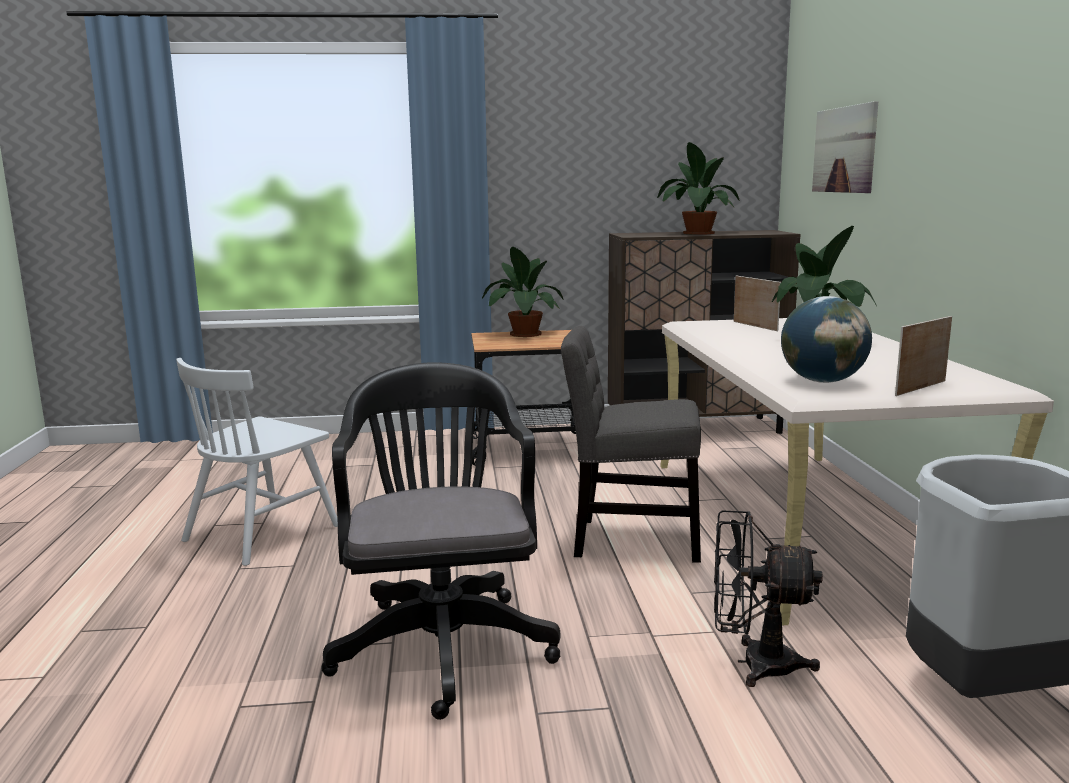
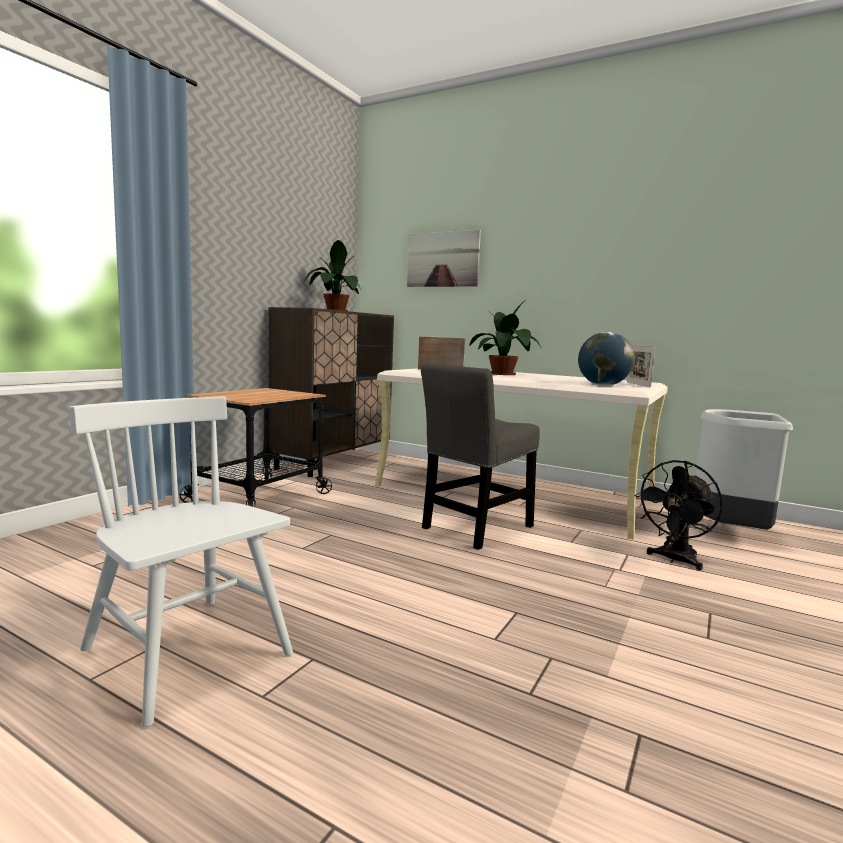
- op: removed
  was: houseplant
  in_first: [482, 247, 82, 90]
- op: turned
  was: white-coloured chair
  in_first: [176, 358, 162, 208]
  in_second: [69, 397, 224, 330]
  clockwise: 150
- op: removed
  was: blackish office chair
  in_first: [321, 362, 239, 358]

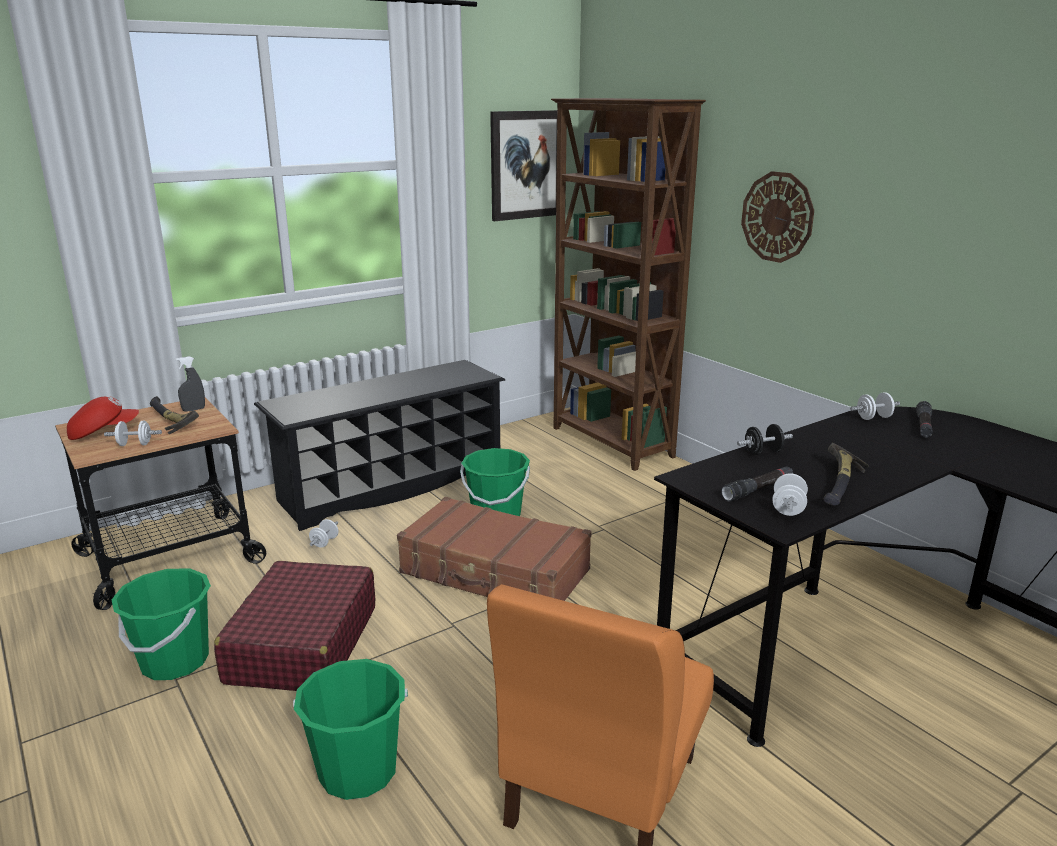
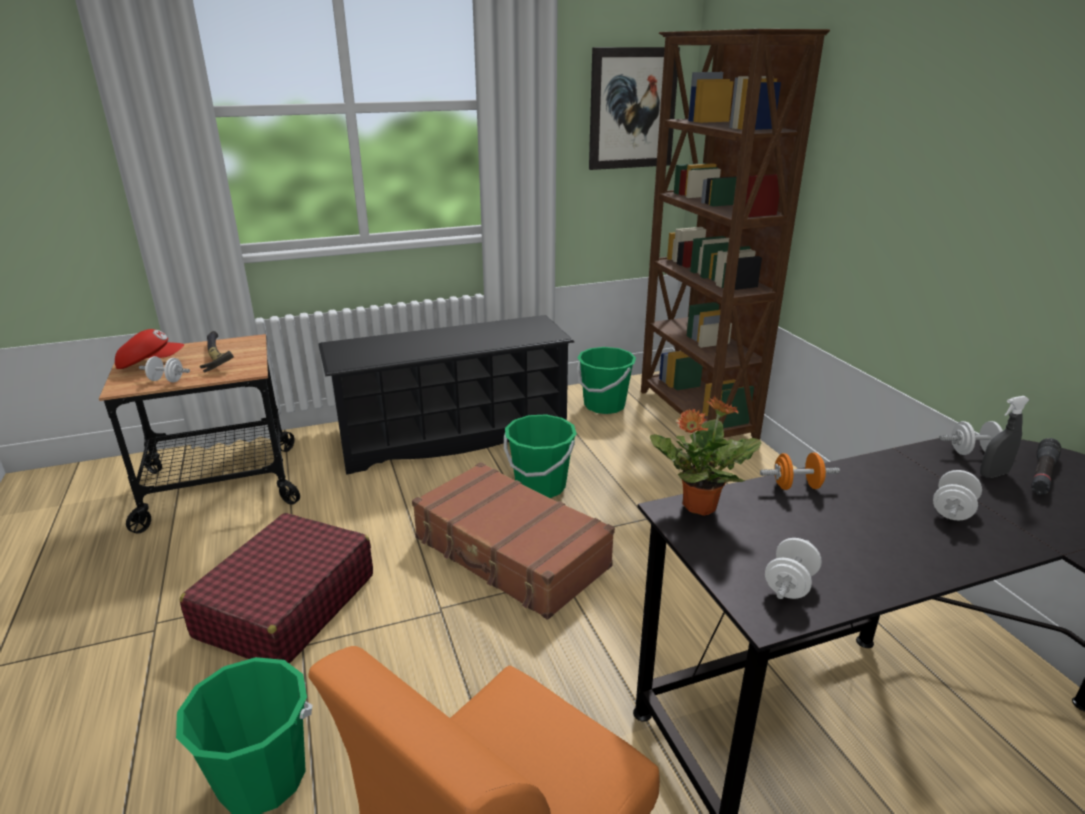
- op: removed
  was: clock on the wall
  in_first: [741, 171, 73, 92]
- op: moved
  was: grey sprayer
  in_first: [176, 356, 29, 56]
  in_second: [980, 396, 49, 82]
- op: recoloured
  was: blackish hand weight
  now: orange hand weight
  in_first: [737, 424, 56, 31]
  in_second: [760, 452, 80, 38]
- op: removed
  was: hammer
  in_first: [823, 443, 46, 62]
- op: removed
  was: blackish flashlight
  in_first: [721, 466, 72, 35]
- op: moved
  was: white-coloured hand weight
  in_first: [309, 519, 29, 29]
  in_second: [933, 470, 49, 50]
- op: moved
  was: green-coloured water bucket
  in_first: [112, 569, 99, 111]
  in_second: [577, 347, 59, 67]
- op: added
  now: houseplant
  in_second: [650, 396, 111, 120]

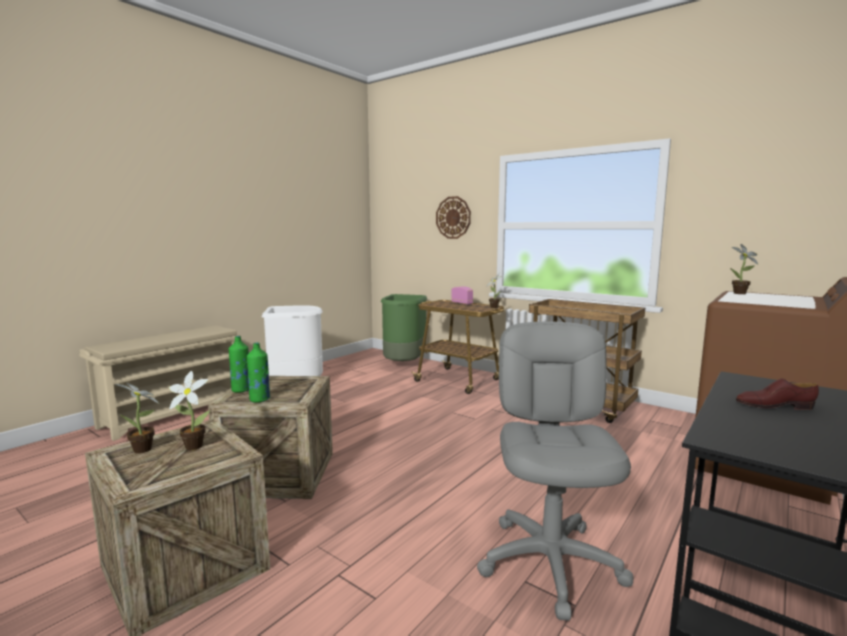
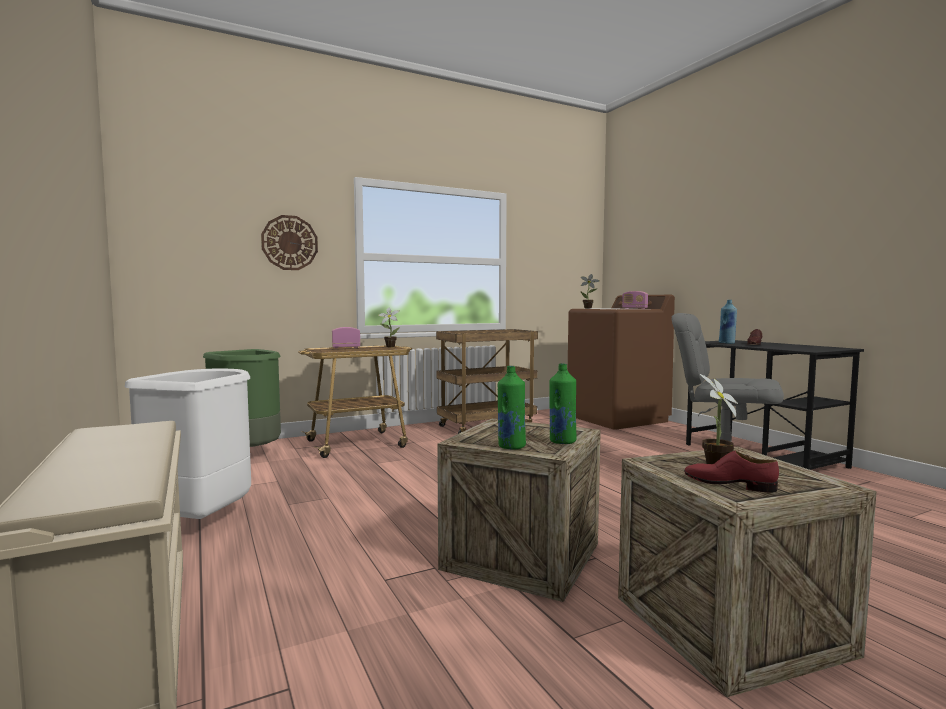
- op: replaced
  was: houseplant
  now: red item of footwear
  in_first: [115, 383, 44, 71]
  in_second: [684, 451, 95, 42]
- op: added
  now: radio set
  in_second: [622, 291, 26, 18]
- op: added
  now: bluish bottle
  in_second: [719, 300, 18, 44]

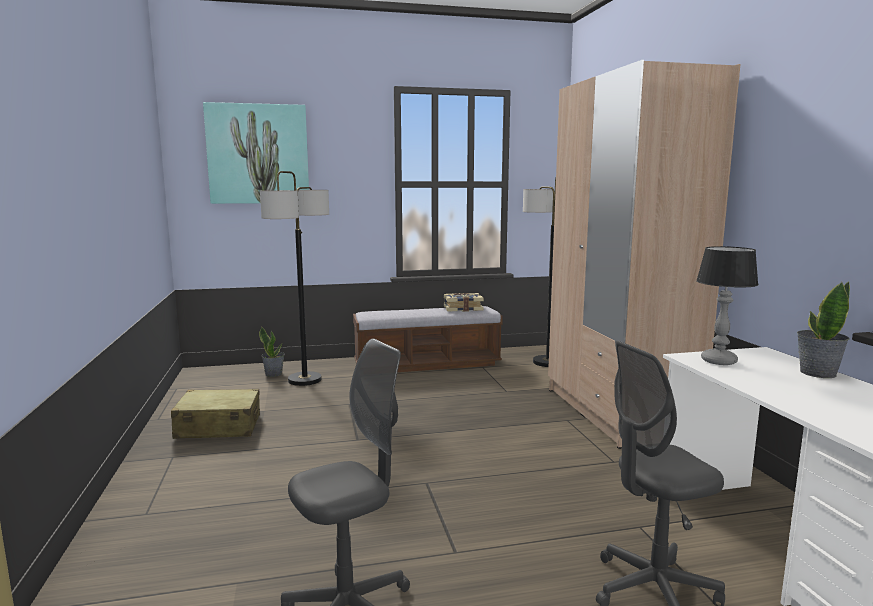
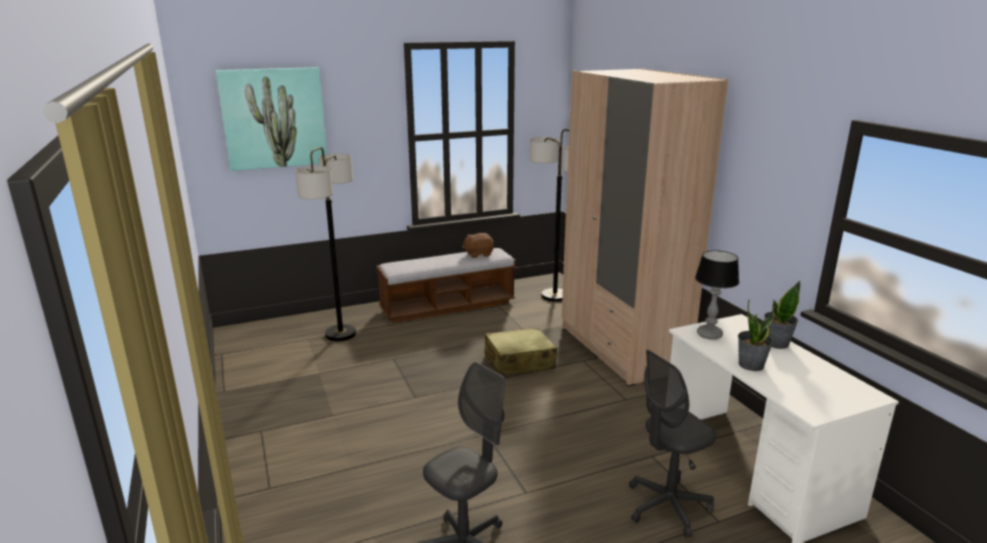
- op: replaced
  was: book
  now: brownish soft toy
  in_first: [444, 293, 40, 19]
  in_second: [462, 233, 32, 25]
- op: moved
  was: houseplant
  in_first: [259, 326, 26, 51]
  in_second: [738, 300, 37, 71]
- op: moved
  was: sand-coloured piece of luggage
  in_first: [171, 389, 89, 50]
  in_second: [485, 328, 72, 48]

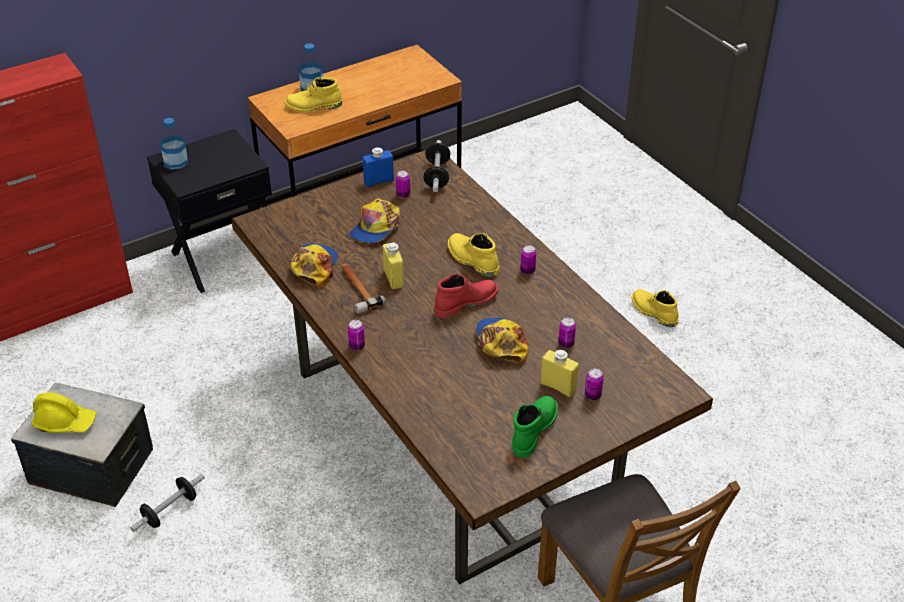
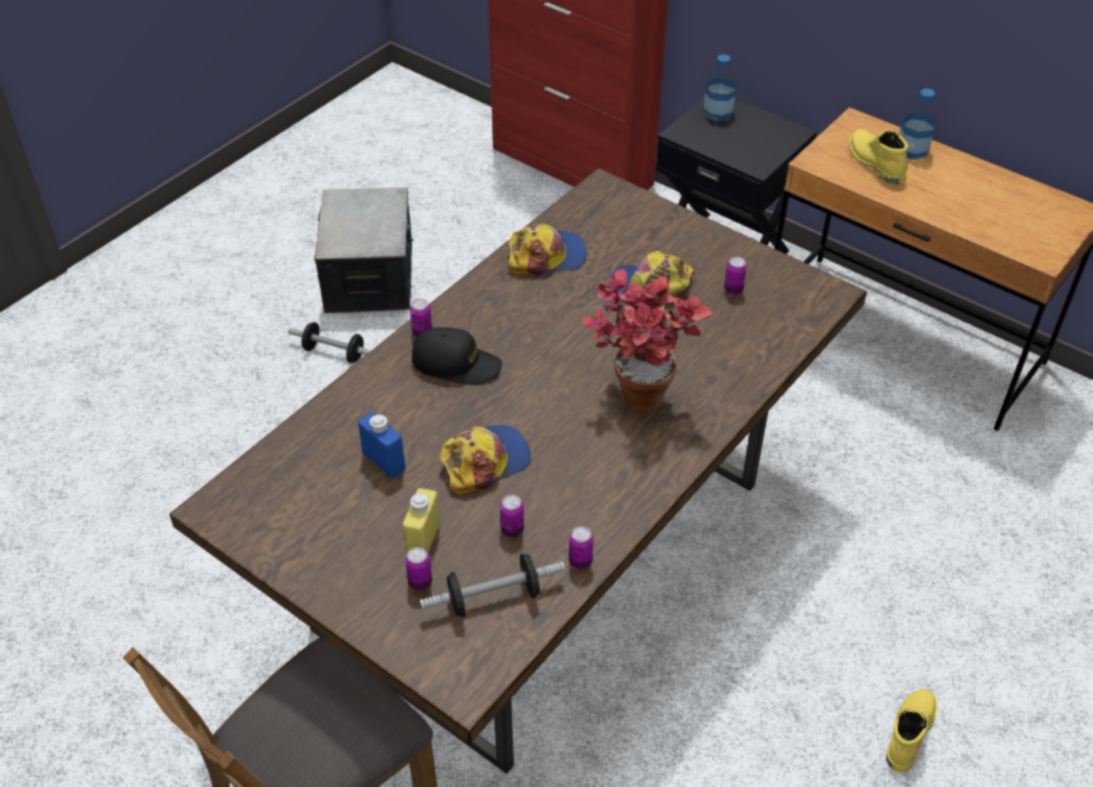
- op: moved
  was: hand weight
  in_first: [423, 140, 27, 52]
  in_second: [420, 553, 145, 65]
- op: moved
  was: bluish bottle
  in_first: [363, 147, 31, 40]
  in_second: [358, 412, 47, 67]
- op: replaced
  was: yellowish tall boot
  now: houseplant
  in_first: [448, 233, 52, 44]
  in_second: [582, 269, 130, 144]
- op: removed
  was: yellowish bottle
  in_first: [383, 242, 21, 47]
- op: moved
  was: sealed can
  in_first: [520, 245, 16, 29]
  in_second: [569, 526, 24, 43]
- op: removed
  was: hammer
  in_first: [341, 264, 45, 50]
- op: removed
  was: red tall boot
  in_first: [435, 274, 64, 44]
- op: removed
  was: yellowish work helmet
  in_first: [32, 393, 64, 40]
- op: removed
  was: green-coloured tall boot
  in_first: [512, 396, 46, 62]
- op: added
  now: blackish cap
  in_second: [412, 327, 90, 58]

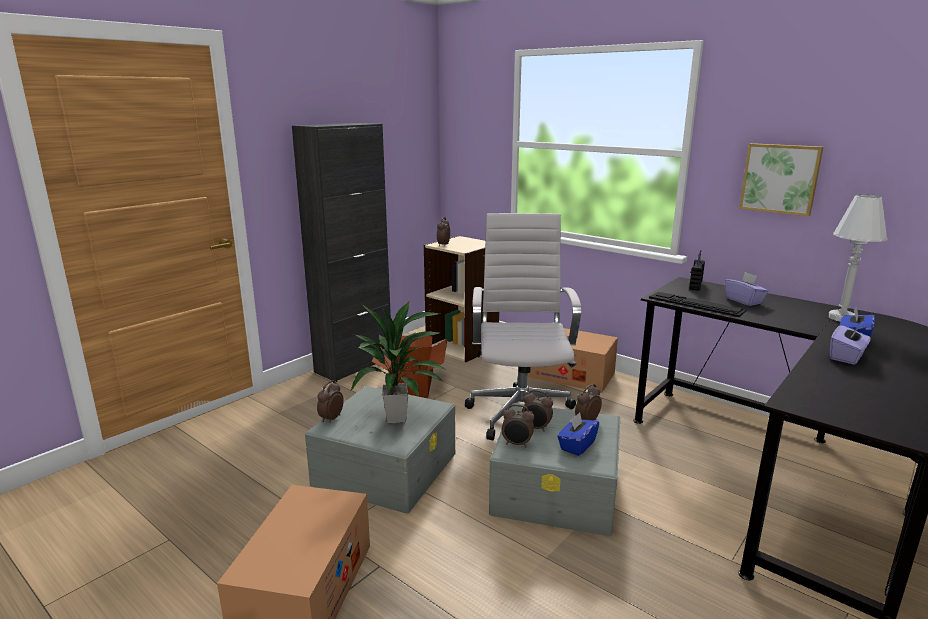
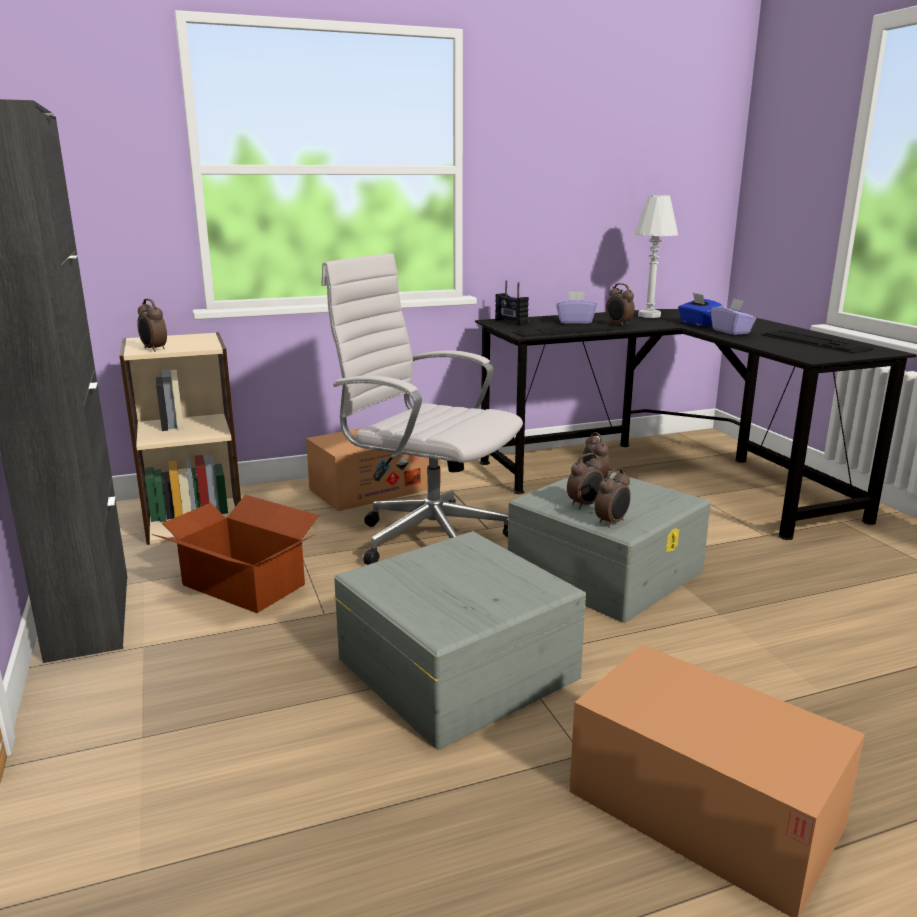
- op: removed
  was: wall picture
  in_first: [739, 143, 84, 73]
- op: removed
  was: houseplant
  in_first: [350, 302, 95, 121]
- op: moved
  was: alarm clock
  in_first: [317, 380, 27, 43]
  in_second: [606, 283, 29, 43]
- op: removed
  was: bluish tissue holder
  in_first: [557, 412, 42, 44]
- op: added
  now: computer keyboard
  in_second: [761, 330, 112, 23]

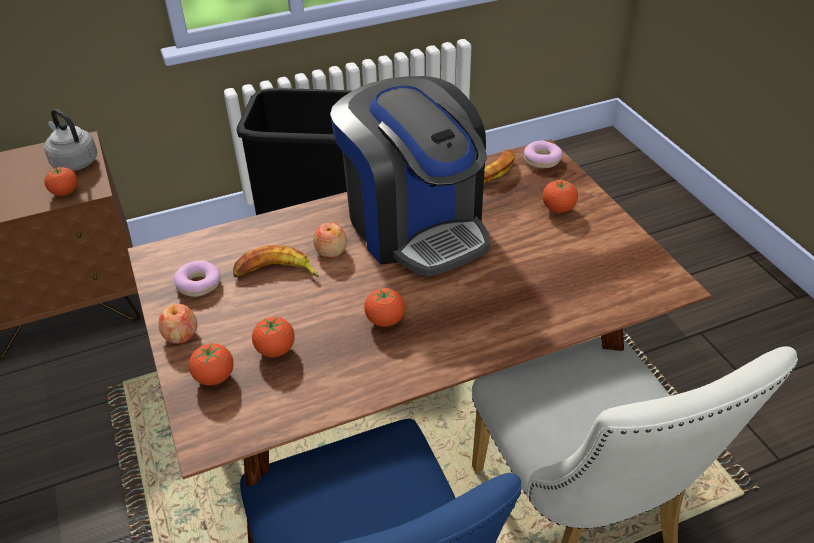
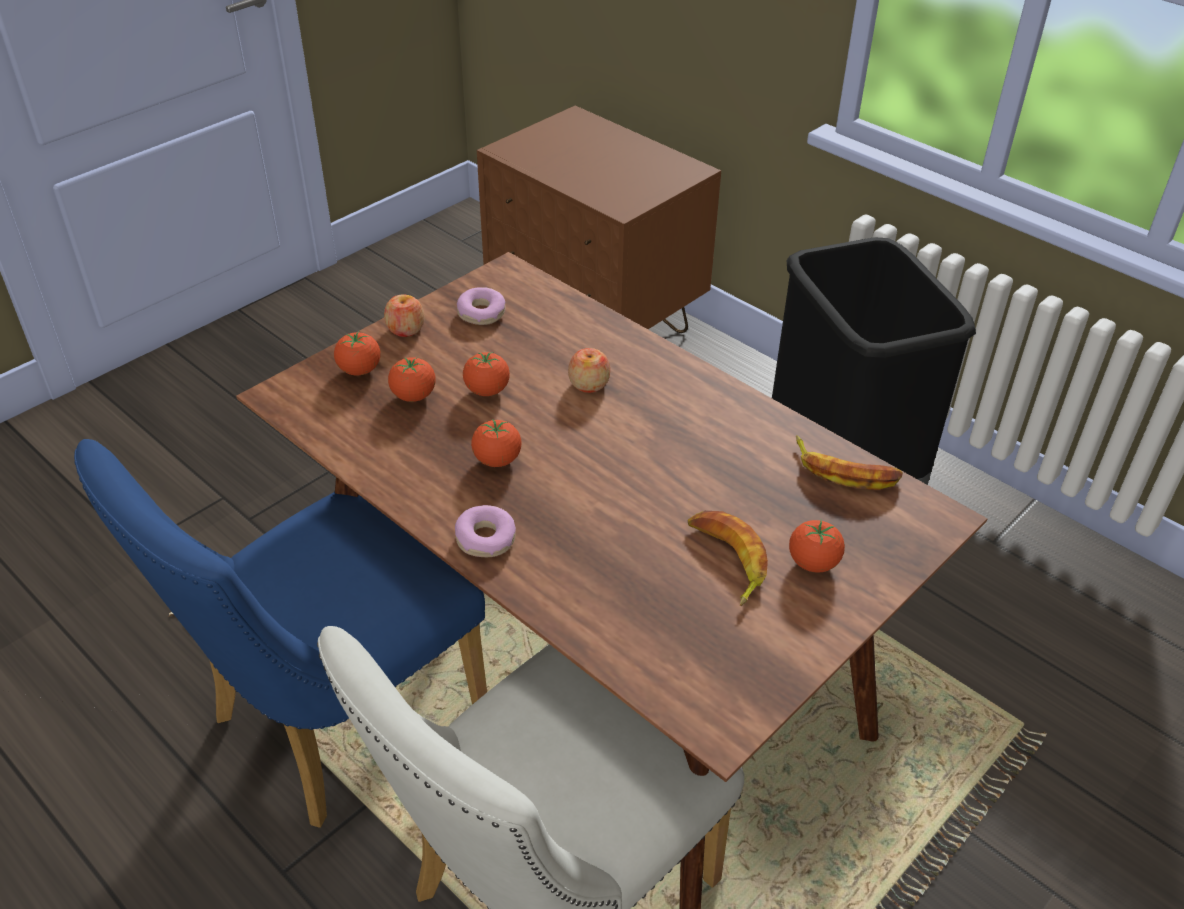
- op: removed
  was: coffee brewer
  in_first: [330, 76, 160, 200]
- op: removed
  was: grey tea kettle
  in_first: [44, 109, 54, 62]
- op: moved
  was: donut
  in_first: [524, 141, 39, 27]
  in_second: [455, 505, 61, 52]
- op: moved
  was: tomato
  in_first: [44, 167, 34, 29]
  in_second: [463, 352, 47, 44]
- op: moved
  was: whole banana
  in_first: [233, 245, 86, 32]
  in_second: [688, 511, 80, 95]

